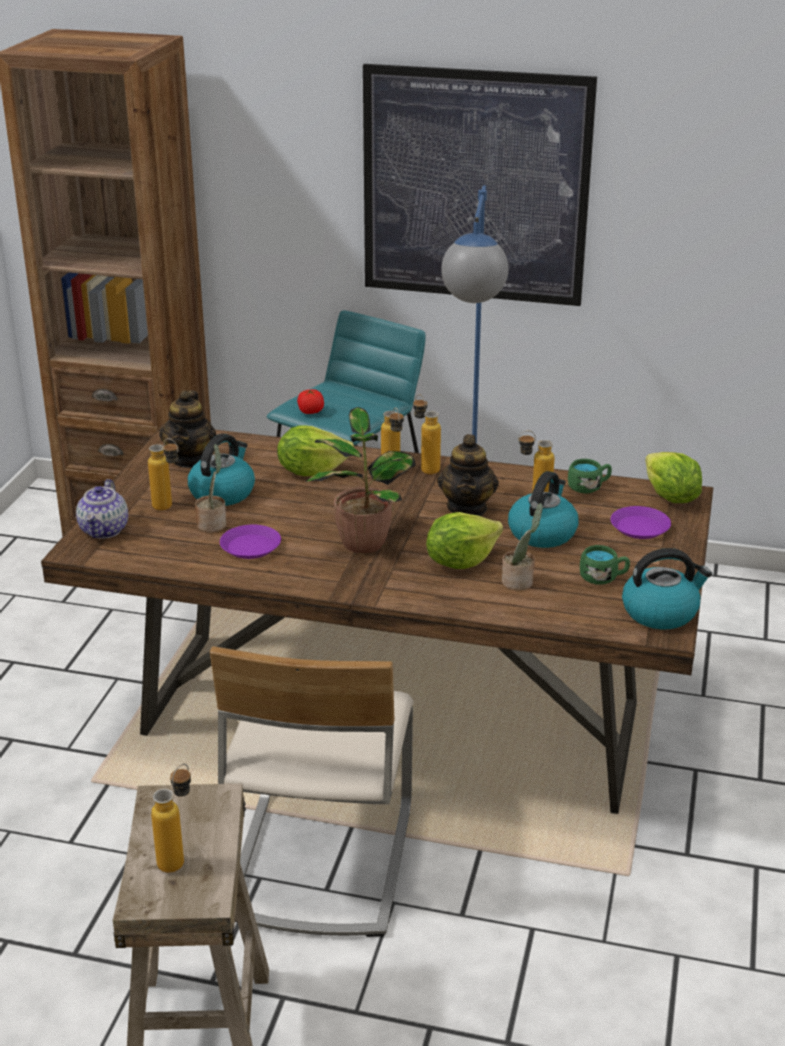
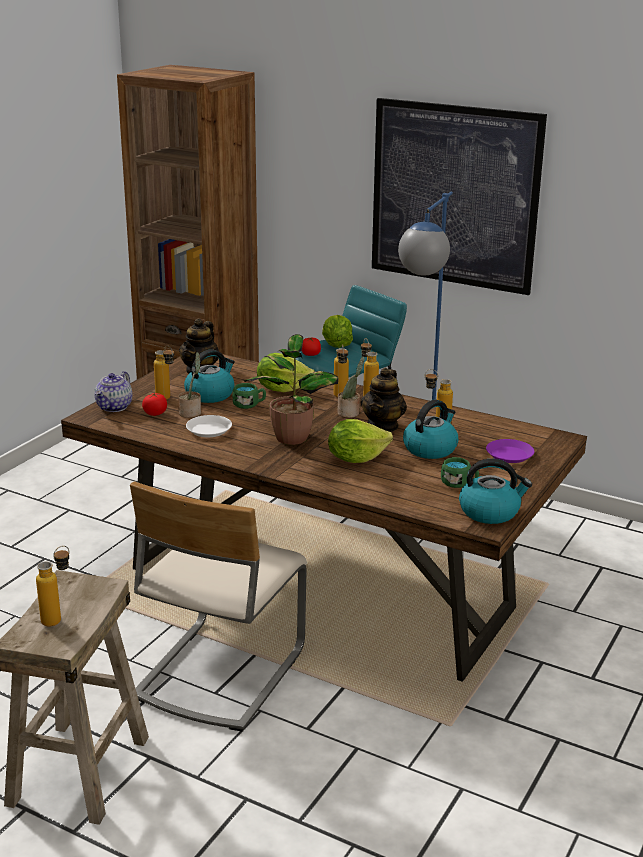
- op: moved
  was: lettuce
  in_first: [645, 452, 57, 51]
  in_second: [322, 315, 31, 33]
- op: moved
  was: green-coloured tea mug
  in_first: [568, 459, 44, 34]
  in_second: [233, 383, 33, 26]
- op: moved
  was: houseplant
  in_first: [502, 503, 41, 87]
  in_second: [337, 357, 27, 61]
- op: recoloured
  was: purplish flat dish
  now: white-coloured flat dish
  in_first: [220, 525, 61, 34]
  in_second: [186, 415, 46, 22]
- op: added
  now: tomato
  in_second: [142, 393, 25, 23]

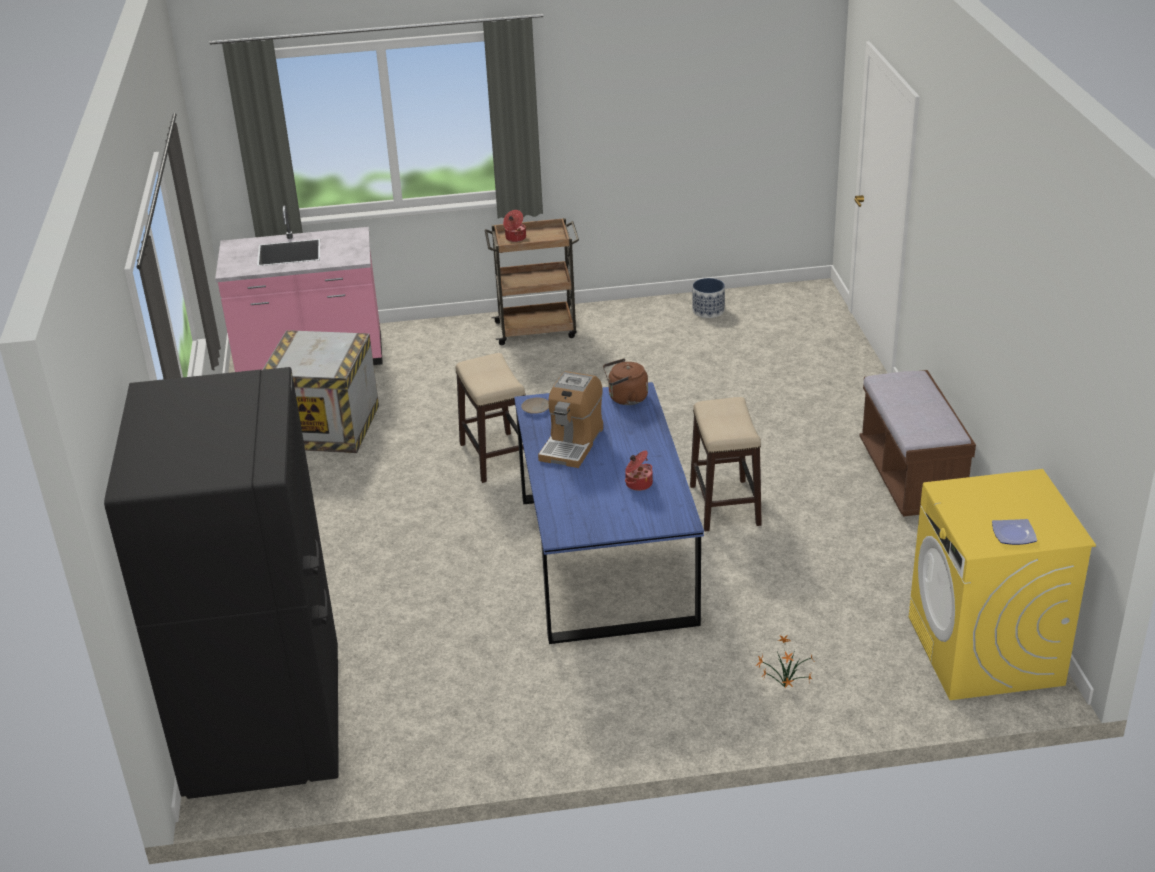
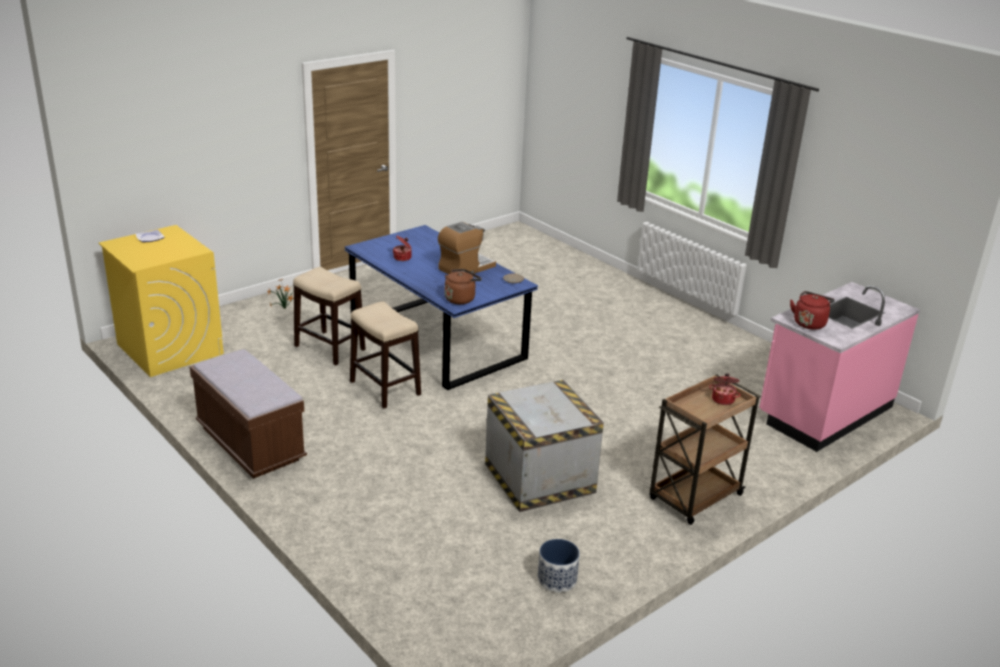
- op: moved
  was: crate
  in_first: [262, 330, 117, 123]
  in_second: [485, 380, 119, 132]
- op: moved
  was: stool
  in_first: [455, 353, 71, 130]
  in_second: [293, 267, 73, 98]
- op: removed
  was: blackish refrigerator
  in_first: [104, 367, 235, 432]
- op: turned
  was: coffee brewer
  in_first: [538, 371, 65, 97]
  in_second: [438, 222, 58, 53]
  clockwise: 60
- op: added
  now: red tea kettle
  in_second: [790, 291, 45, 39]

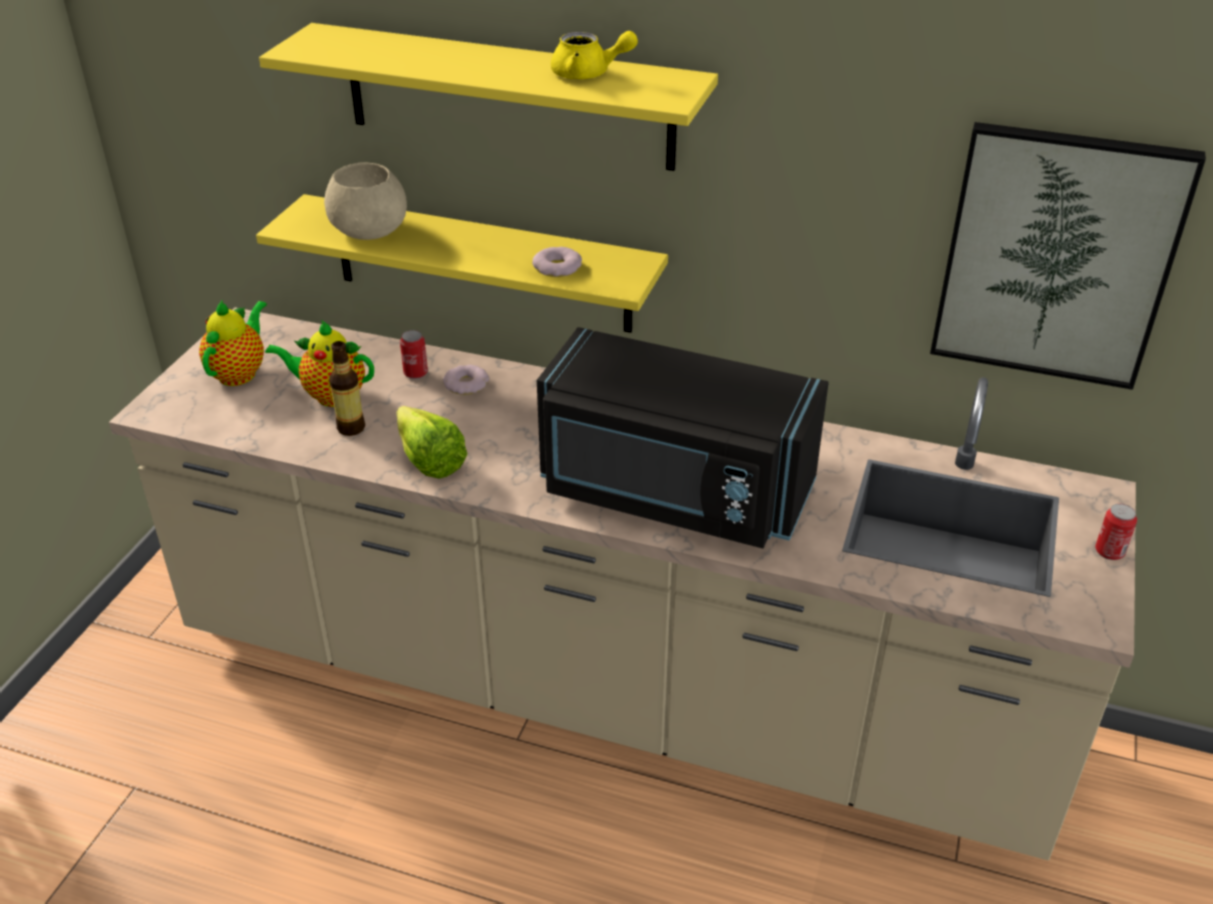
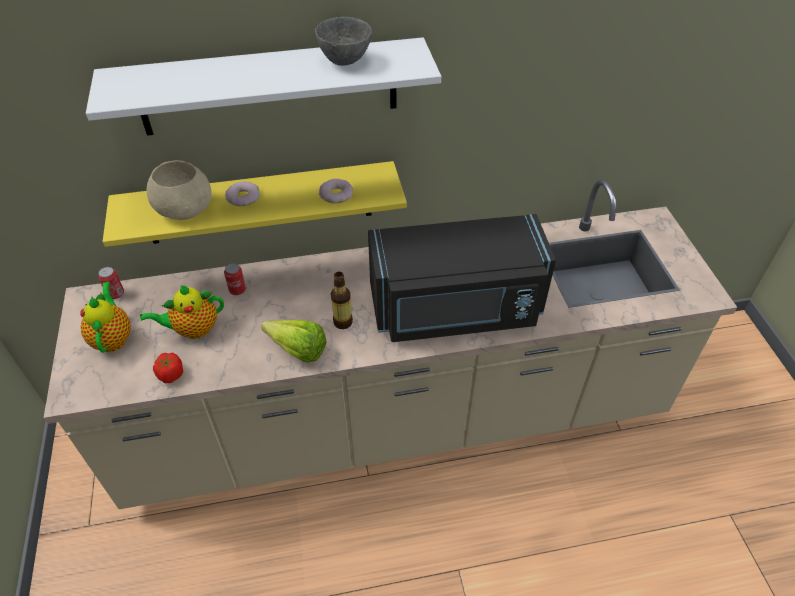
- op: recoloured
  was: yellowish shelf
  now: white-coloured shelf
  in_first: [259, 23, 459, 148]
  in_second: [86, 37, 355, 99]
- op: replaced
  was: yellowish pot for tea
  now: grey serving bowl
  in_first: [551, 31, 87, 48]
  in_second: [315, 17, 57, 49]
- op: removed
  was: wall picture
  in_first: [930, 122, 276, 268]
- op: moved
  was: bottle
  in_first: [329, 341, 36, 95]
  in_second: [331, 272, 22, 57]
- op: moved
  was: donut
  in_first: [443, 365, 46, 30]
  in_second: [225, 181, 35, 25]
- op: moved
  was: sealed can
  in_first: [1095, 504, 42, 56]
  in_second: [98, 267, 26, 32]
- op: added
  now: tomato
  in_second: [153, 353, 30, 30]

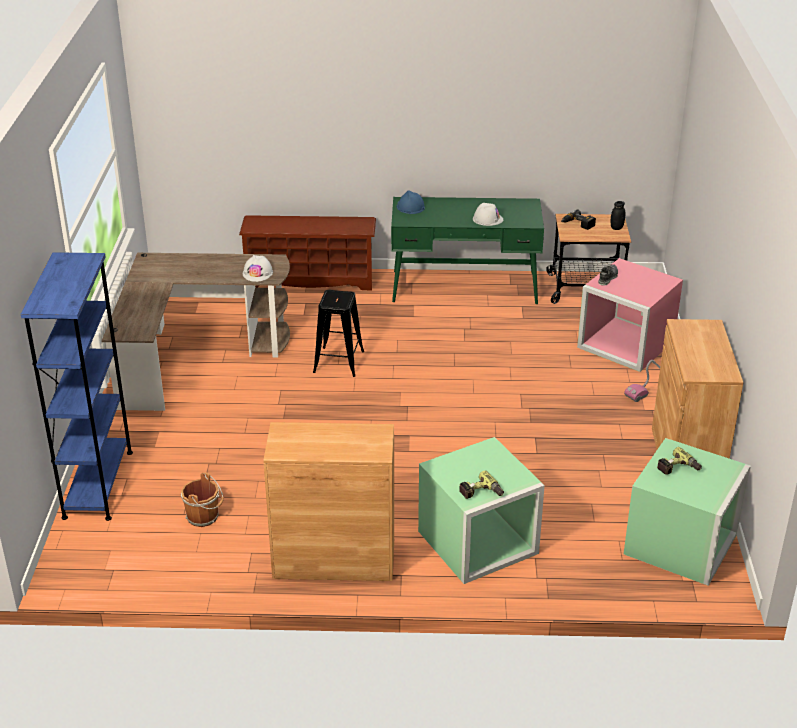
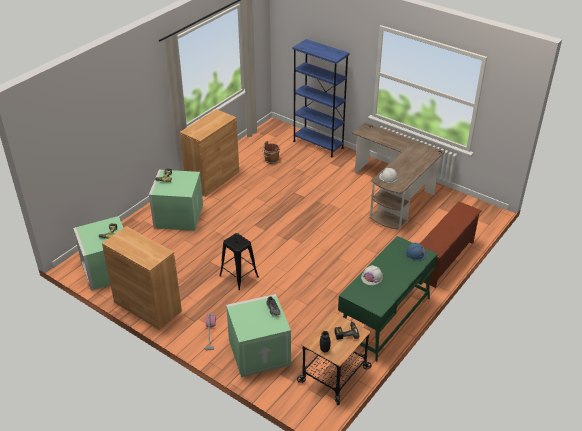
- op: recoloured
  was: pinkish storage bin
  now: green-coloured storage bin
  in_first: [577, 258, 106, 114]
  in_second: [226, 294, 65, 83]
- op: moved
  was: blackish stool
  in_first: [313, 290, 51, 87]
  in_second: [219, 233, 40, 57]

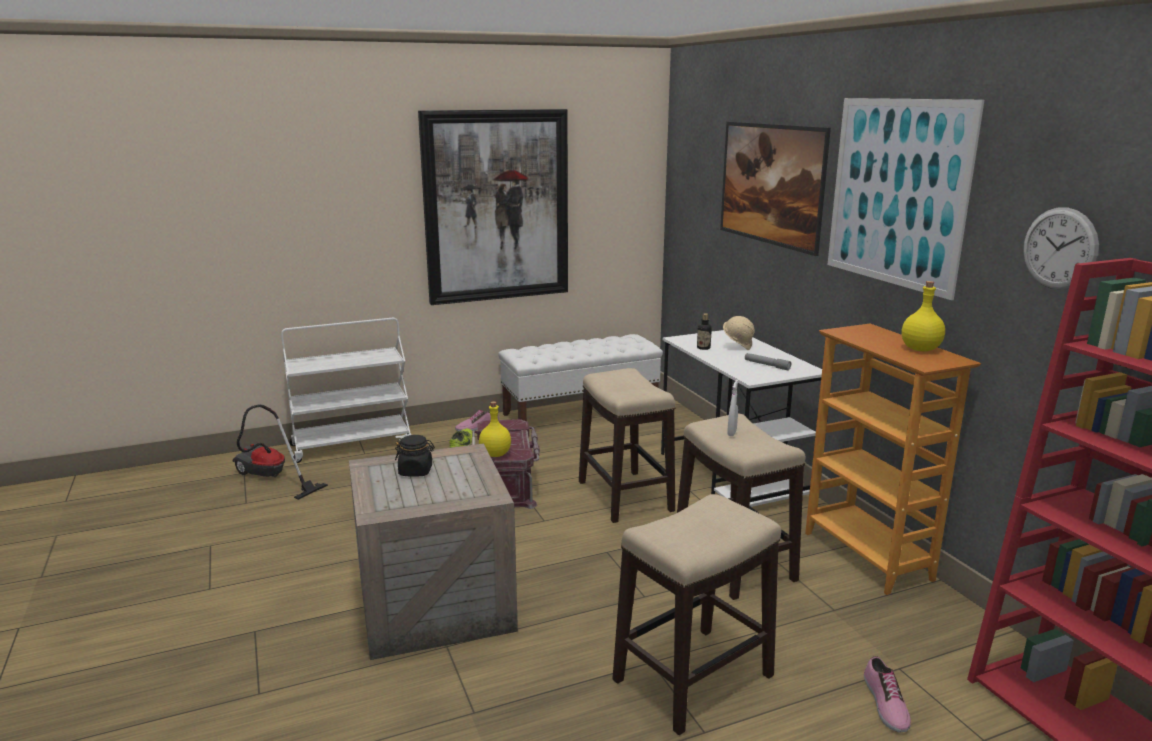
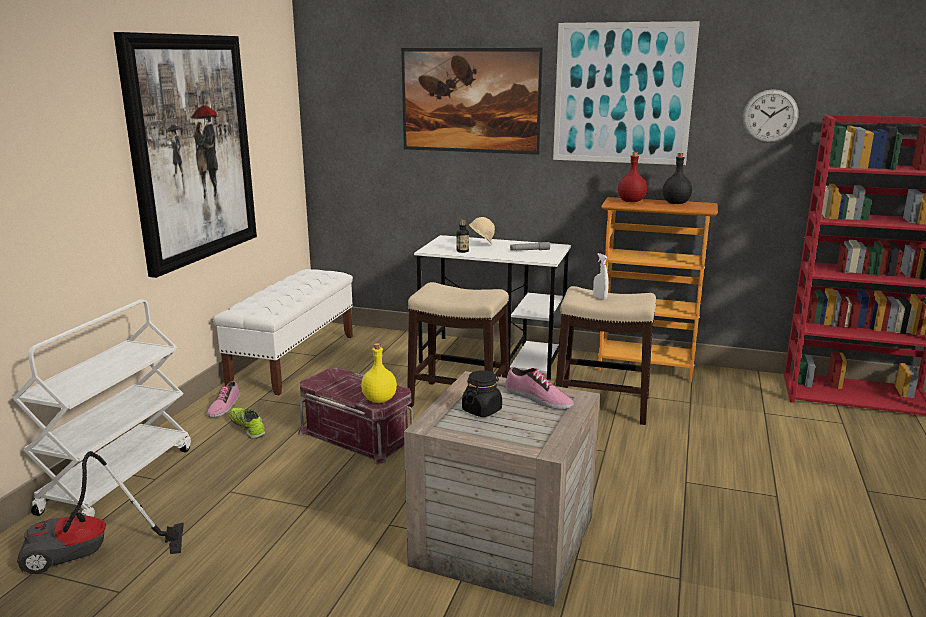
- op: recoloured
  was: yellowish bottle
  now: blackish bottle
  in_first: [901, 281, 44, 70]
  in_second: [663, 153, 29, 51]
- op: removed
  was: stool
  in_first: [612, 494, 169, 241]
- op: moved
  was: item of footwear
  in_first: [864, 656, 47, 77]
  in_second: [505, 367, 68, 42]
- op: added
  now: red bottle
  in_second: [618, 152, 29, 50]

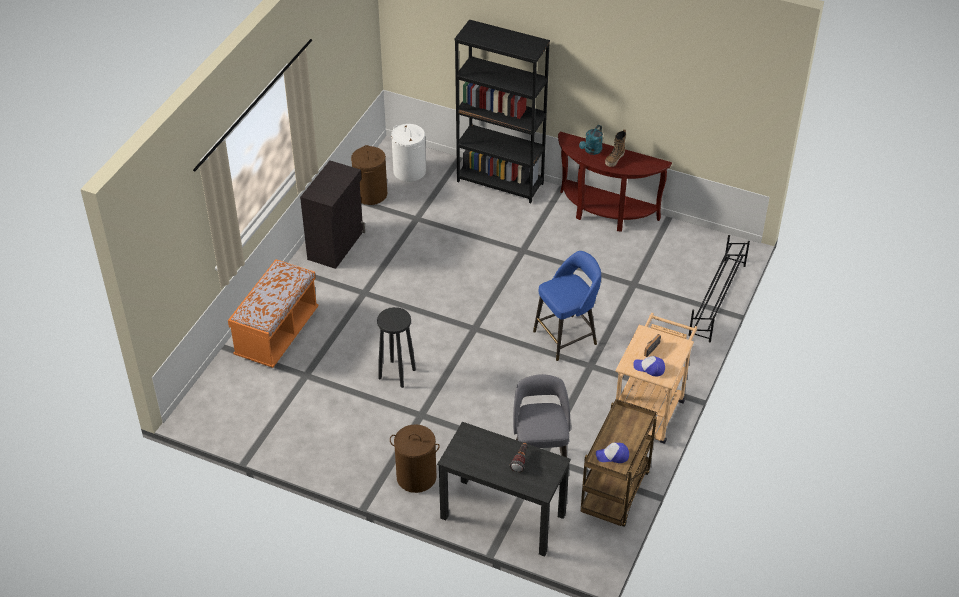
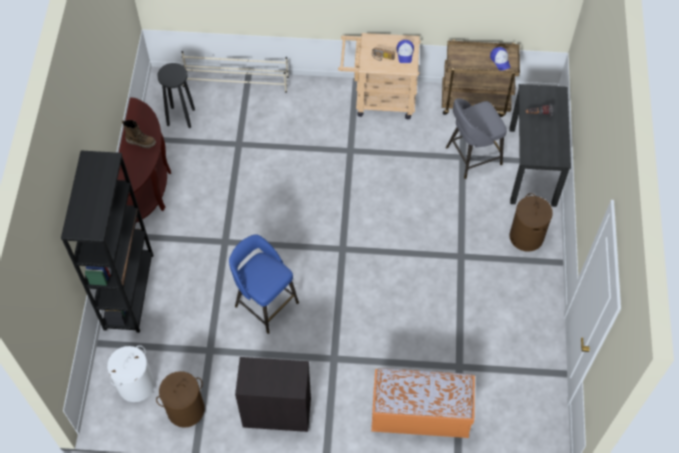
- op: removed
  was: blue-green sprinkling can
  in_first: [579, 125, 24, 30]
- op: recoloured
  was: blackish shoe rack
  now: sand-coloured shoe rack
  in_first: [688, 235, 62, 107]
  in_second: [181, 51, 108, 42]
- op: moved
  was: bluish stool
  in_first: [533, 251, 68, 110]
  in_second: [229, 234, 70, 100]
- op: moved
  was: blackish stool
  in_first: [377, 307, 39, 81]
  in_second: [157, 63, 38, 65]

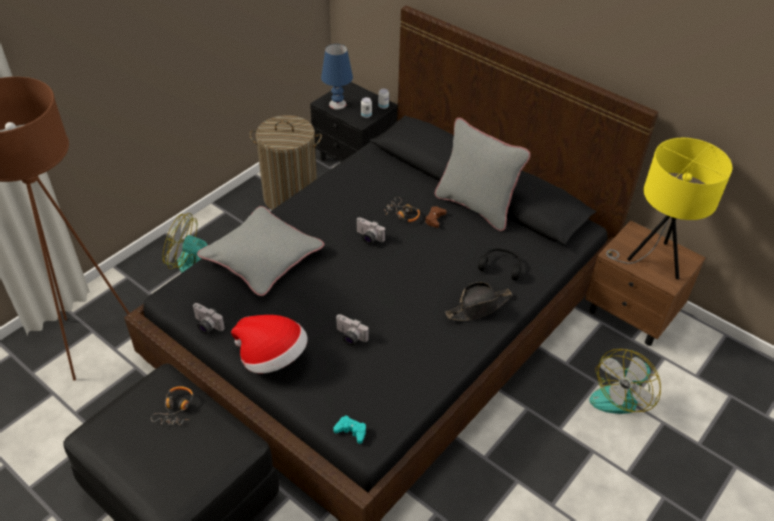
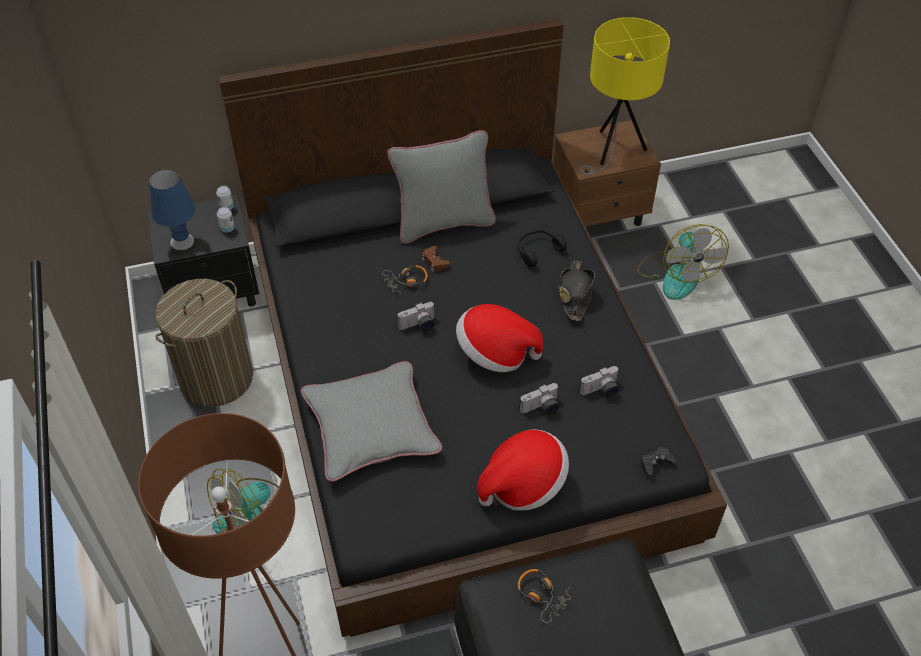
- op: moved
  was: still camera
  in_first: [193, 303, 32, 31]
  in_second: [579, 366, 40, 31]
- op: recoloured
  was: blue-green joypad
  now: blackish joypad
  in_first: [333, 415, 33, 29]
  in_second: [640, 446, 36, 31]
- op: added
  now: wearable hat
  in_second: [456, 304, 88, 68]

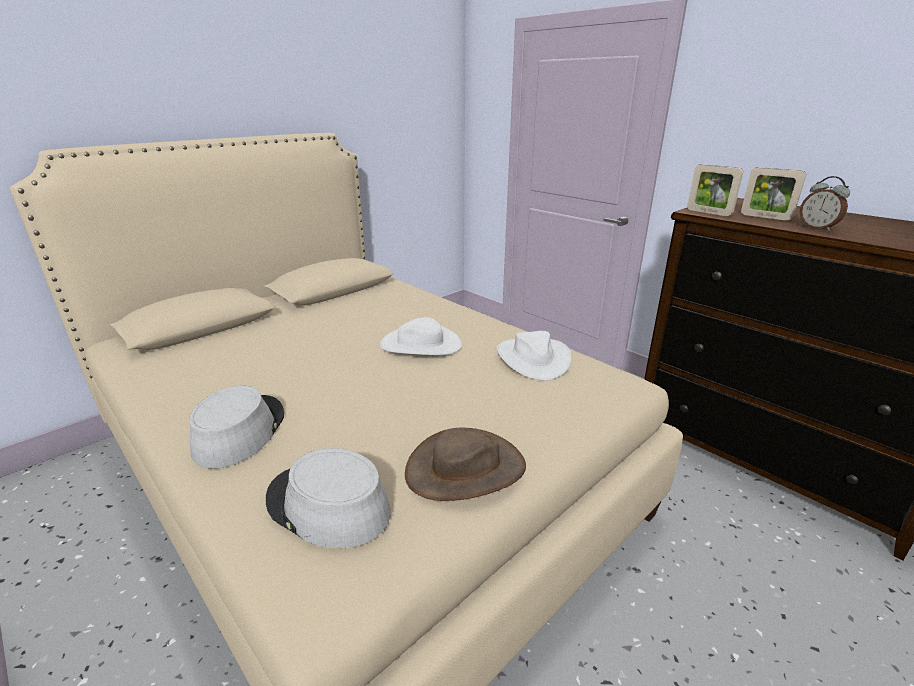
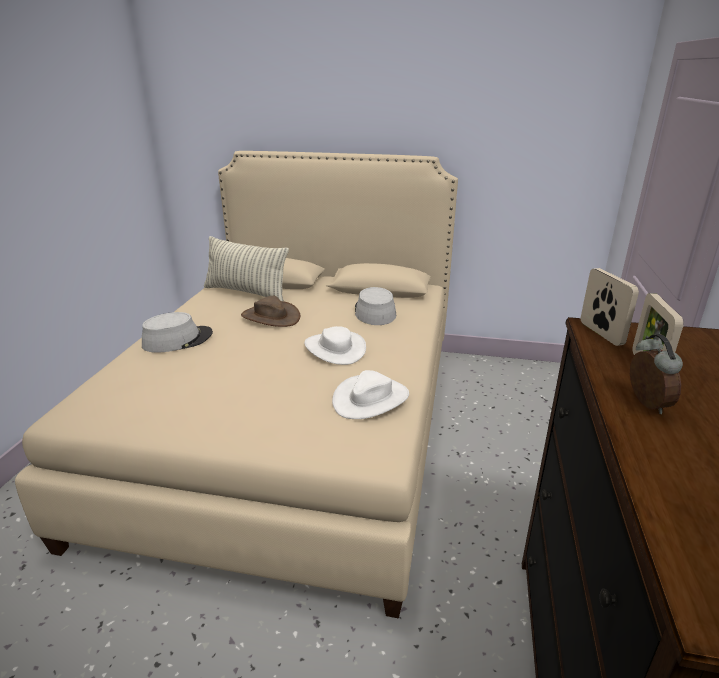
- op: turned
  was: standing frame
  in_first: [687, 164, 56, 52]
  in_second: [581, 268, 58, 78]
  clockwise: 150
- op: turned
  was: alarm clock
  in_first: [800, 176, 50, 55]
  in_second: [630, 334, 53, 80]
  clockwise: 150
- op: moved
  was: brownish wearable hat
  in_first: [405, 428, 121, 73]
  in_second: [241, 296, 59, 31]
- op: moved
  was: grey wearable hat
  in_first: [266, 448, 125, 100]
  in_second: [355, 287, 41, 38]
- op: added
  now: throw pillow
  in_second: [204, 236, 85, 65]

